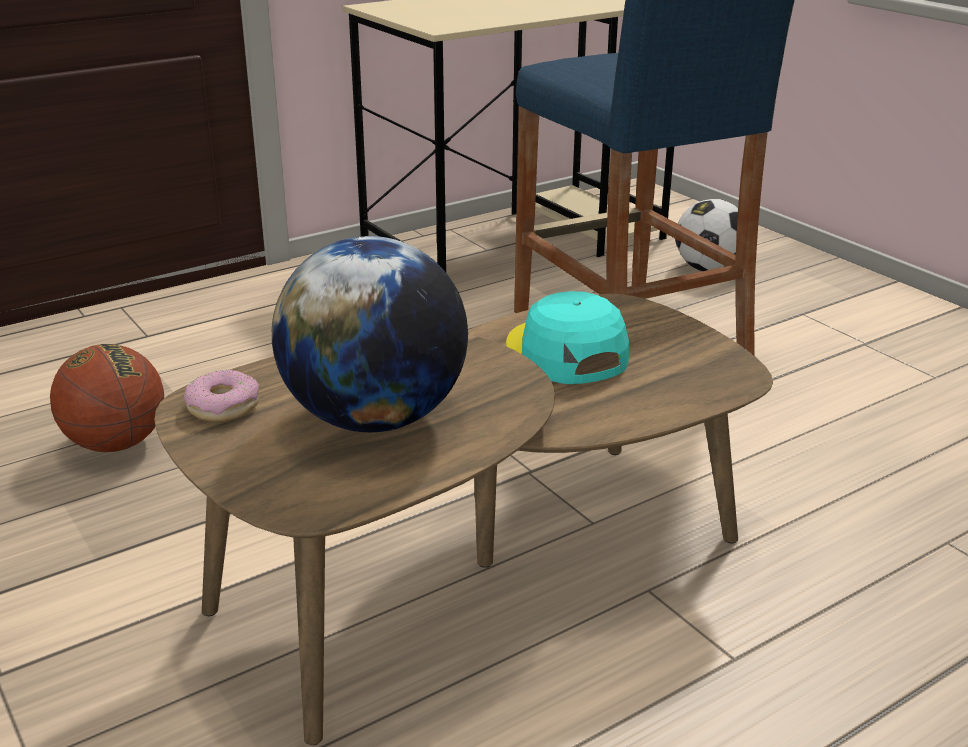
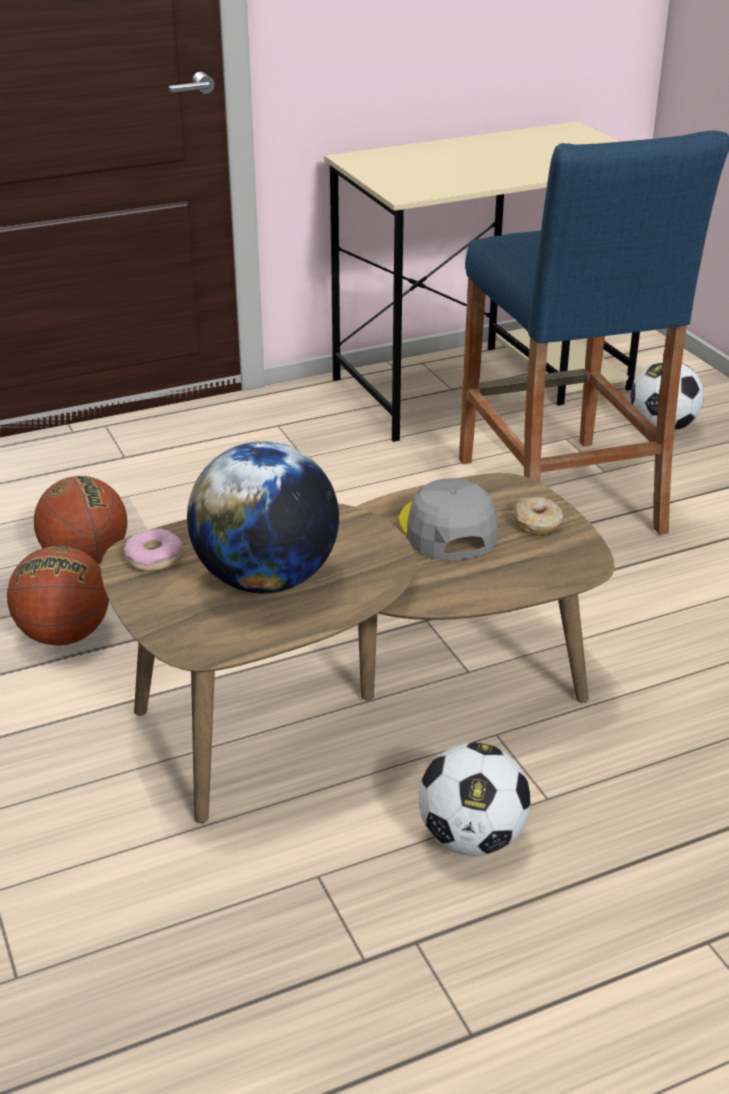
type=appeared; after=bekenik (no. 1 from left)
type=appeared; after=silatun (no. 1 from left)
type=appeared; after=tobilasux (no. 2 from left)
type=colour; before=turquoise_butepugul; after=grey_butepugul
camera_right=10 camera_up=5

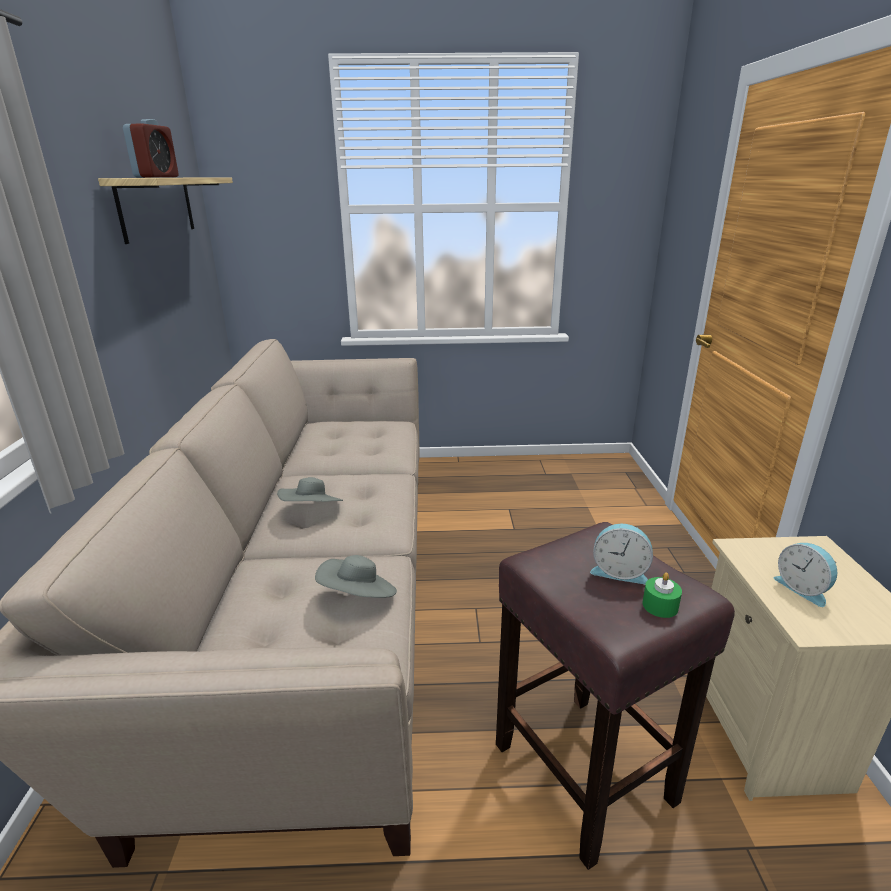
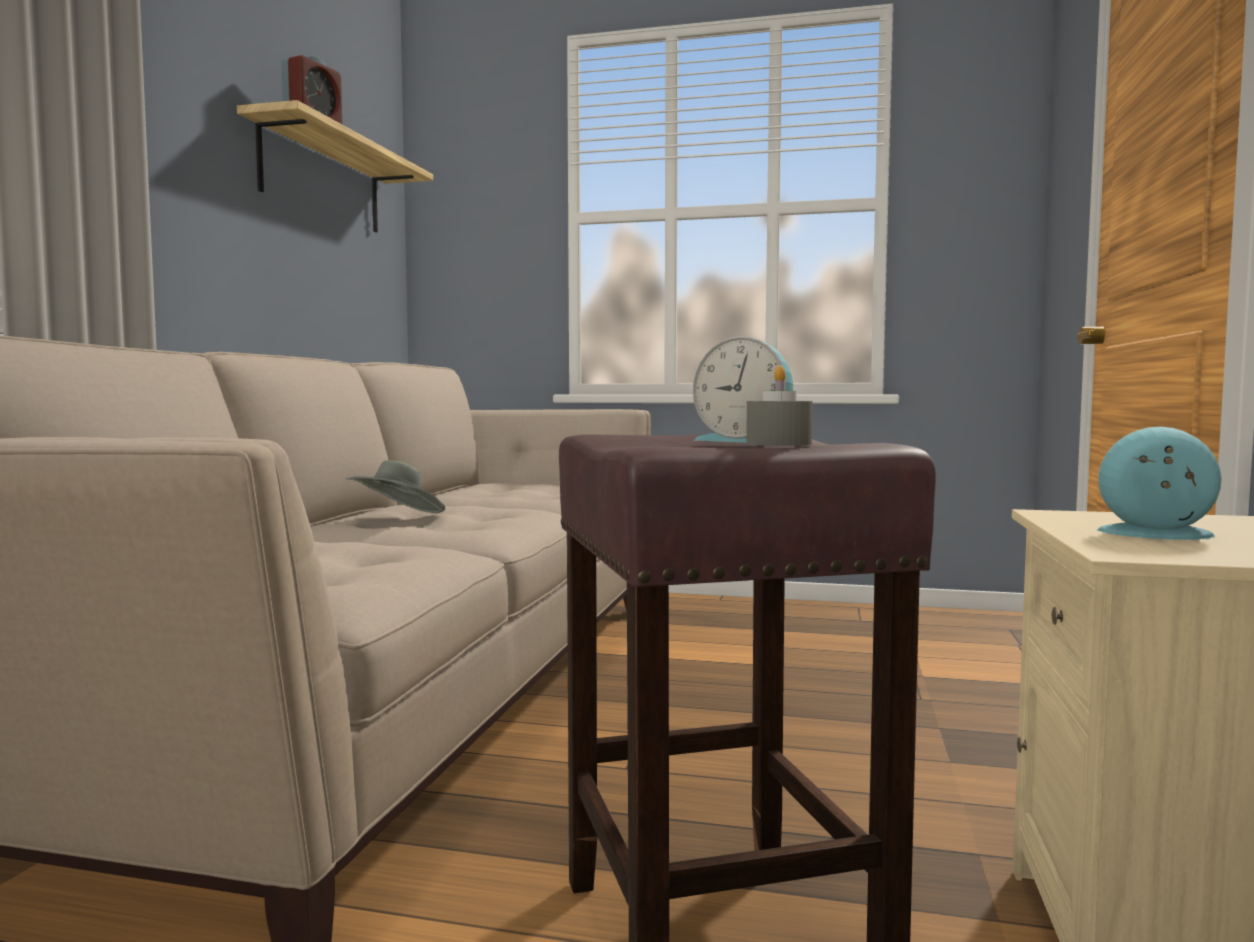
type=missing; before=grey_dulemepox (no. 2 from left)
type=colour; before=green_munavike; after=grey_munavike
type=spun; before=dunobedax (no. 3 from left); turn=120
camera_right=15 camera_up=-20

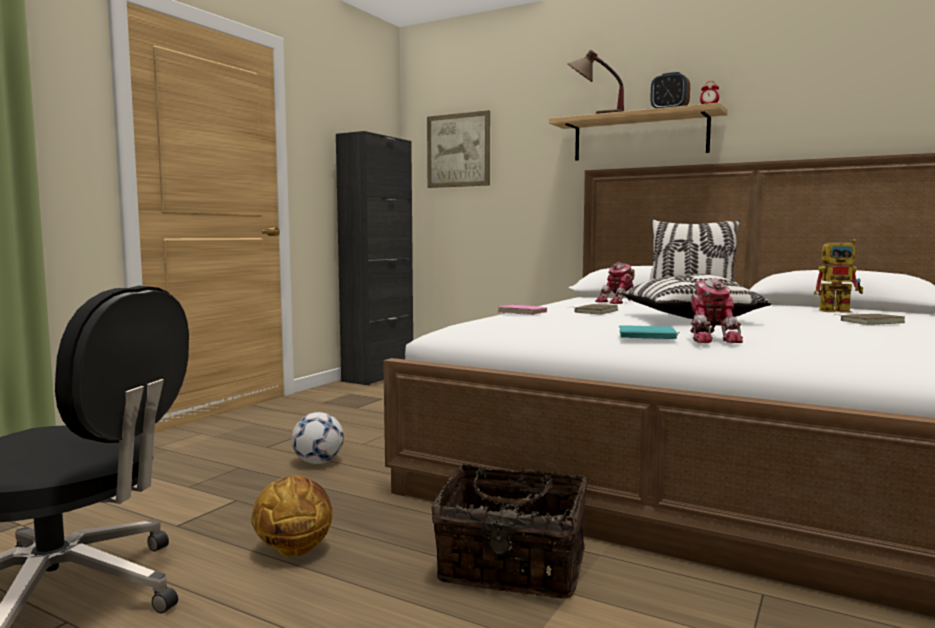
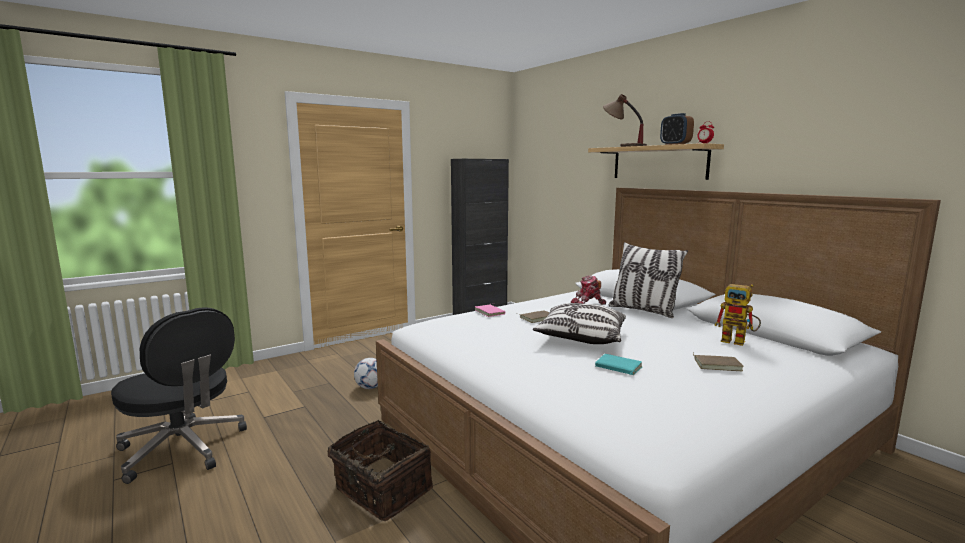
type=missing; before=bekenik
type=missing; before=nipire
type=missing; before=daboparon (no. 2 from left)
type=relocated; before=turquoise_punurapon
camera_right=25 camera_up=5

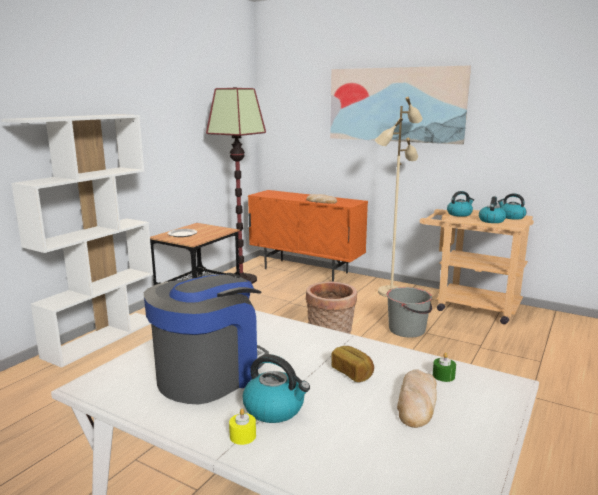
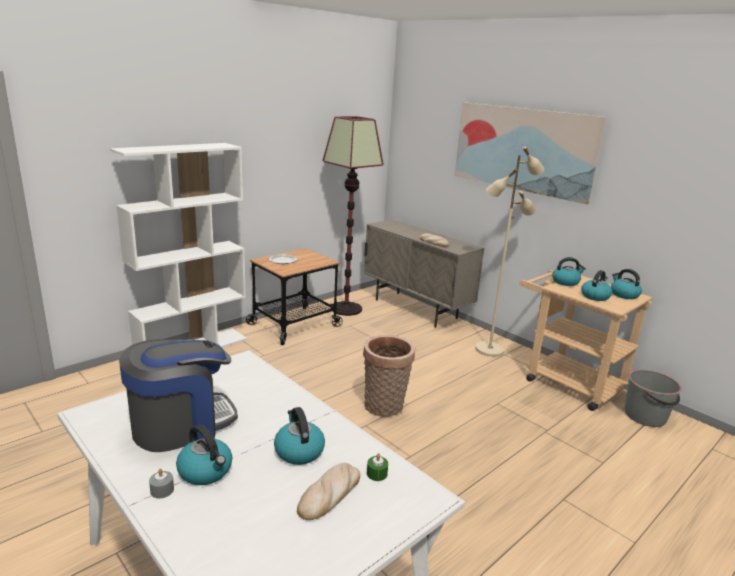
type=relocated; before=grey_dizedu
type=exchanged; before=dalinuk (no. 2 from left); after=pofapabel (no. 2 from left)
type=colour; before=yellow_munavike; after=grey_munavike
type=colour; before=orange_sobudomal; after=beige_sobudomal
camera_right=15 camera_up=5

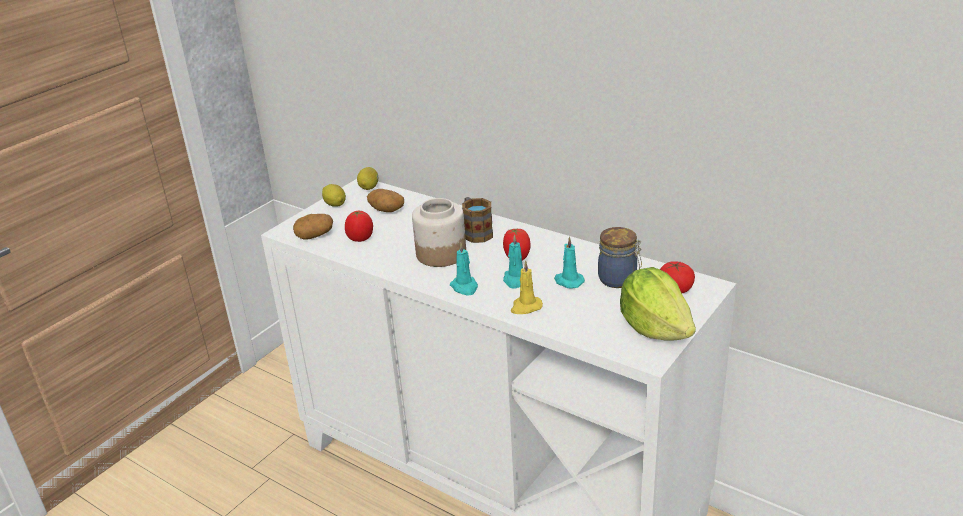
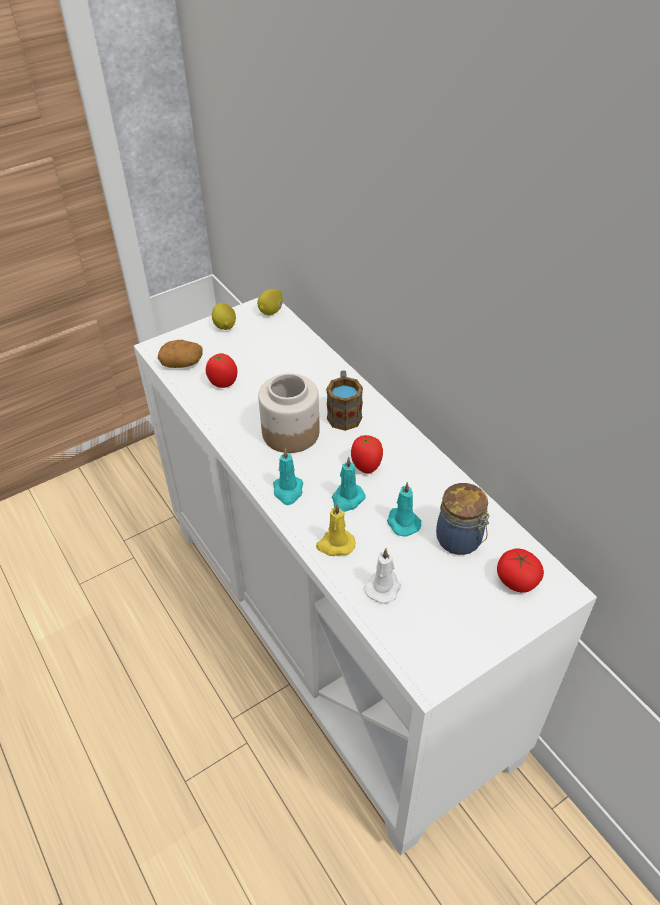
type=missing; before=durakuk (no. 2 from left)
type=missing; before=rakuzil
type=appeared; after=white_munavike
camera_right=20 camera_up=15

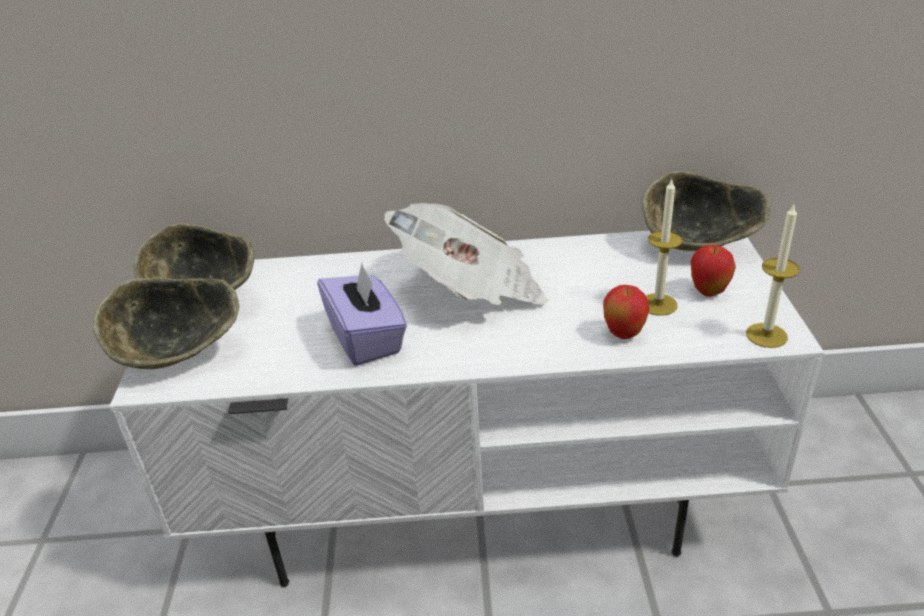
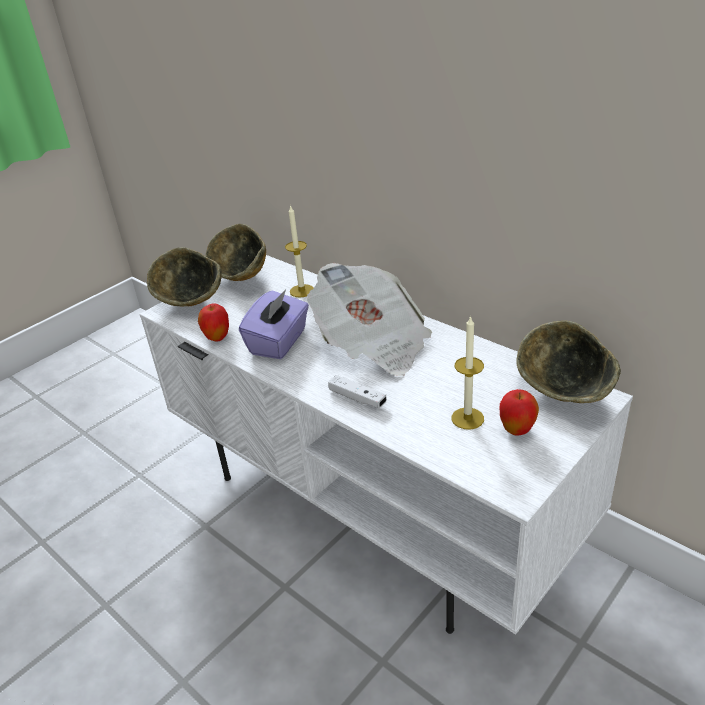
type=appeared; after=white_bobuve
type=relocated; before=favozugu (no. 1 from left)
type=relocated; before=munavike (no. 2 from left in the first image); after=munavike (no. 1 from left)
camera_right=45 camera_up=0

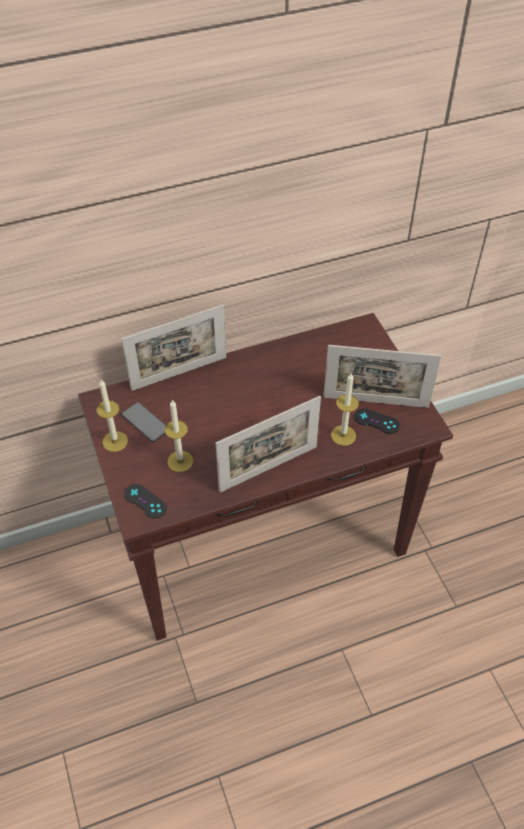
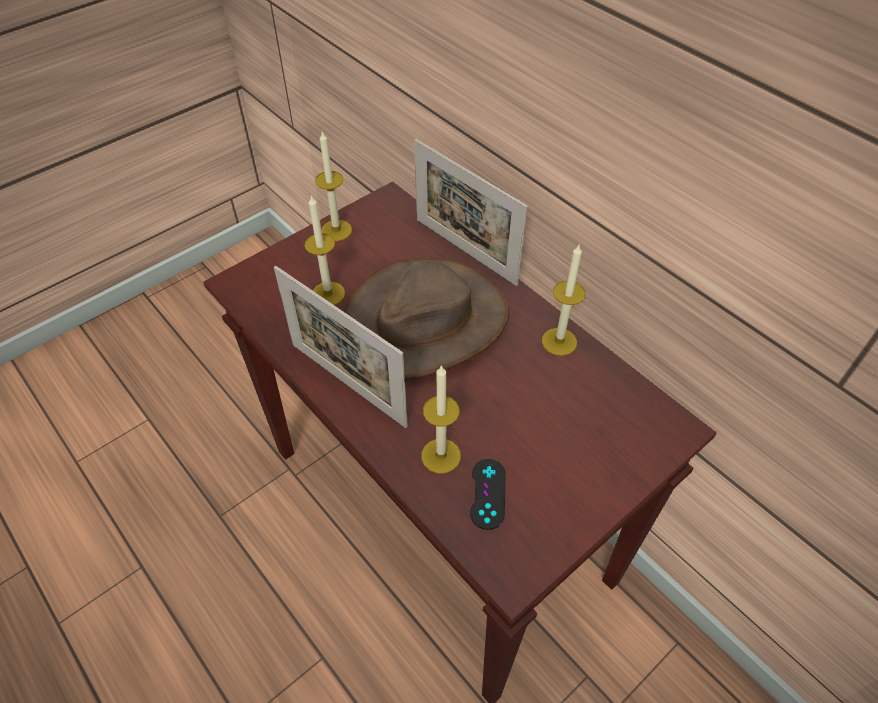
type=missing; before=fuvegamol
type=missing; before=black_bobuve (no. 1 from left)
type=missing; before=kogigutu (no. 3 from left)
type=appeared; after=brown_dulemepox
type=appeared; after=munavike (no. 4 from left)
camera_right=70 camera_up=0

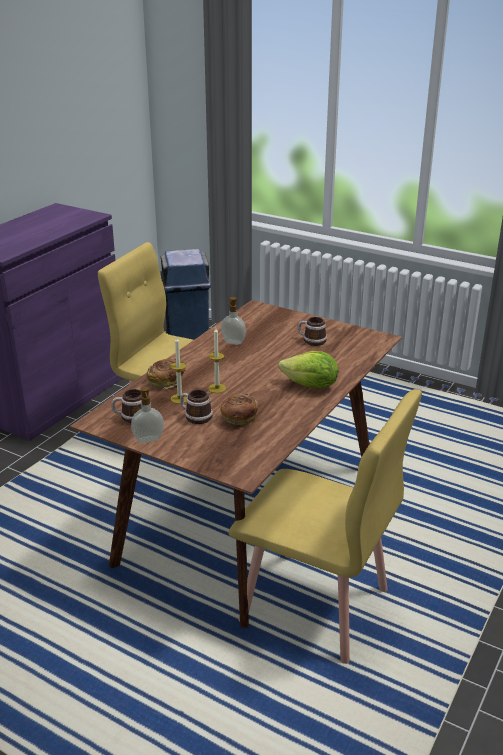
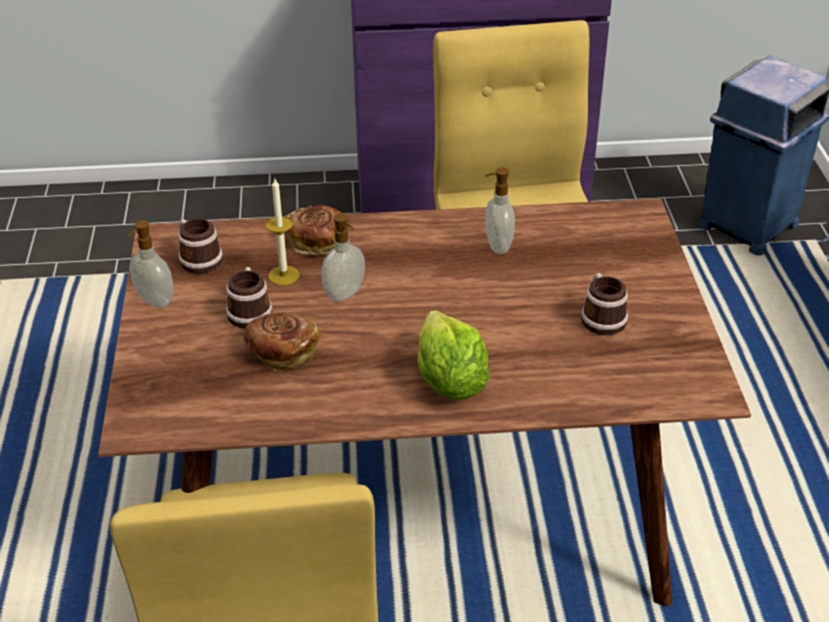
type=exchanged; before=munavike (no. 2 from left); after=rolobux (no. 2 from left)
camera_right=55 camera_up=10

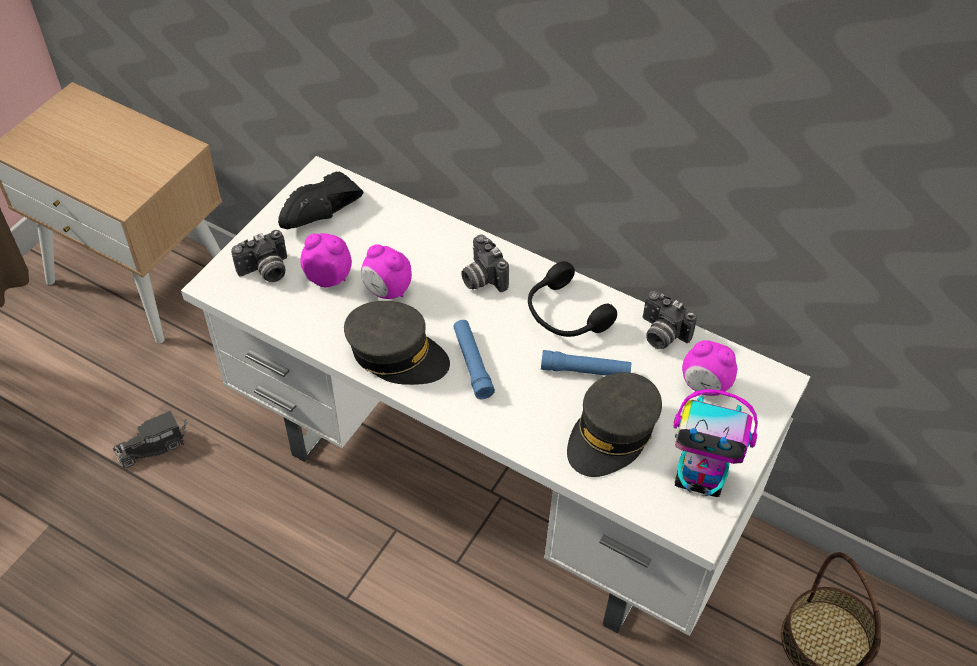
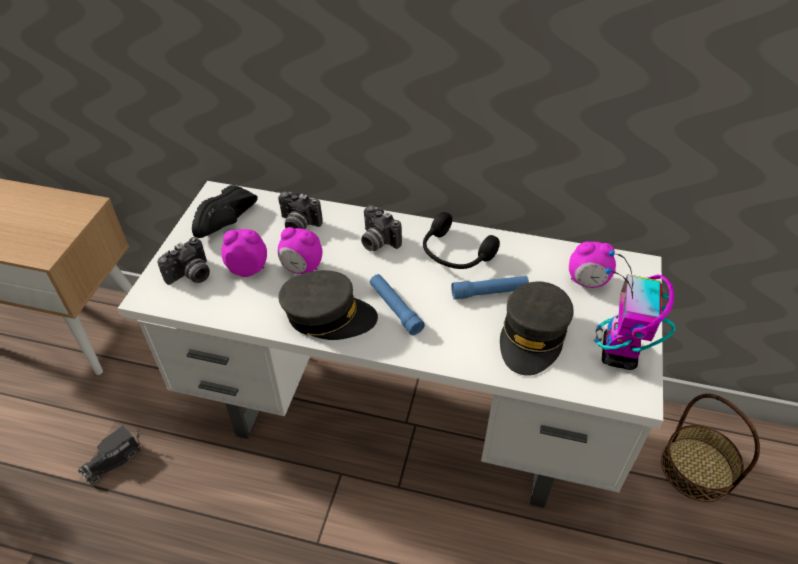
type=relocated; before=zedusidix (no. 3 from left in the first image); after=zedusidix (no. 2 from left)
type=spun; before=daboparon; turn=105
camera_right=-15 camera_up=-5

